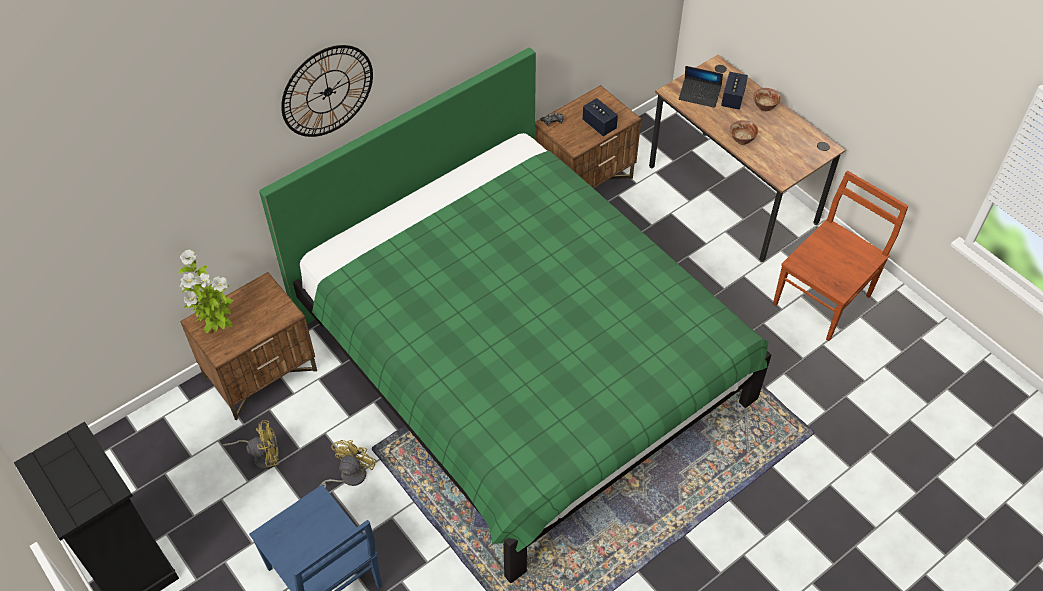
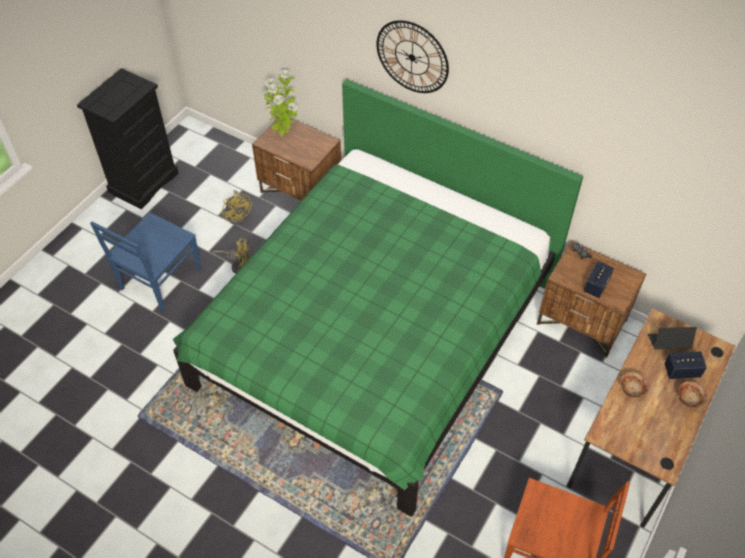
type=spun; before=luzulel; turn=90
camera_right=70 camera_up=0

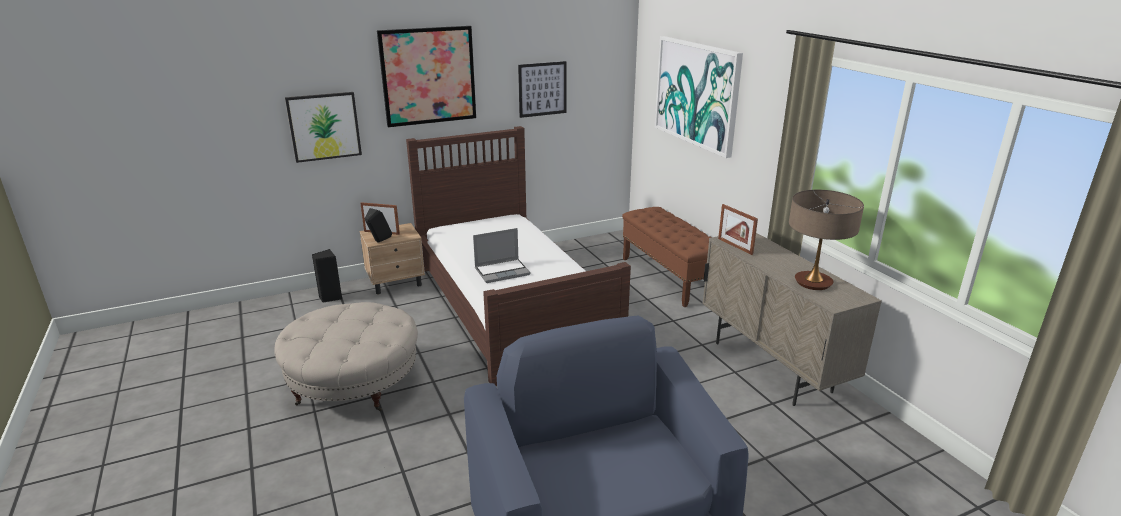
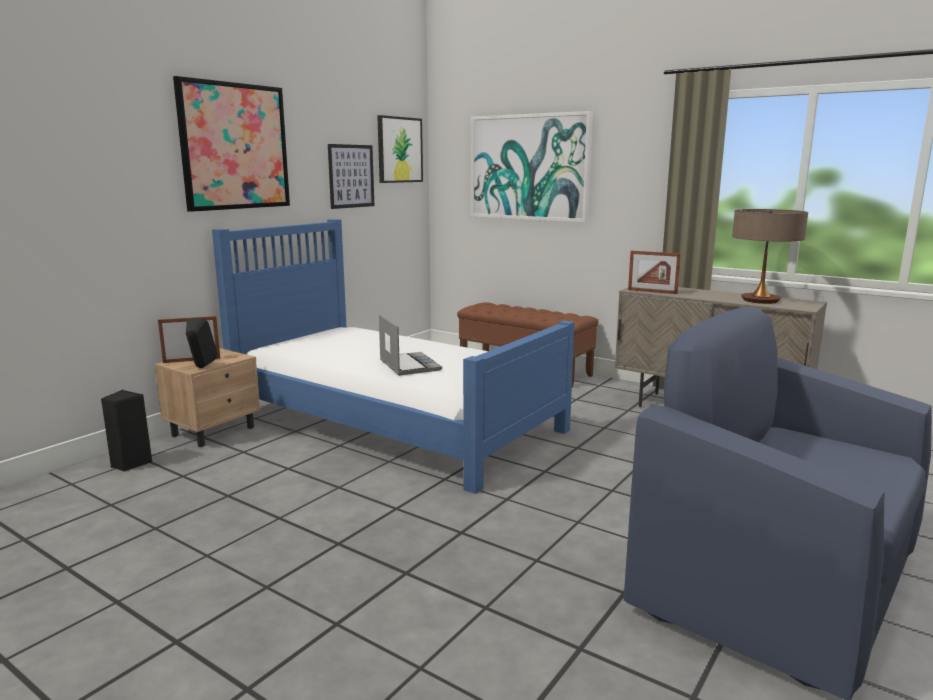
type=missing; before=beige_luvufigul
type=relocated; before=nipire (no. 1 from left in the first image); after=nipire (no. 3 from left)
type=colour; before=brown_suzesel; after=blue_suzesel
type=spun; before=luzulel; turn=-60
camera_right=-30 camera_up=-10

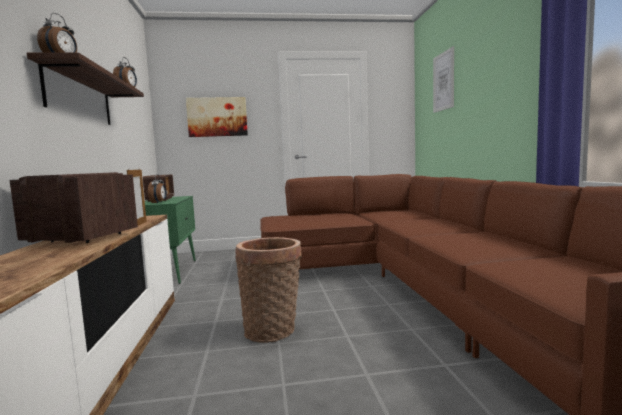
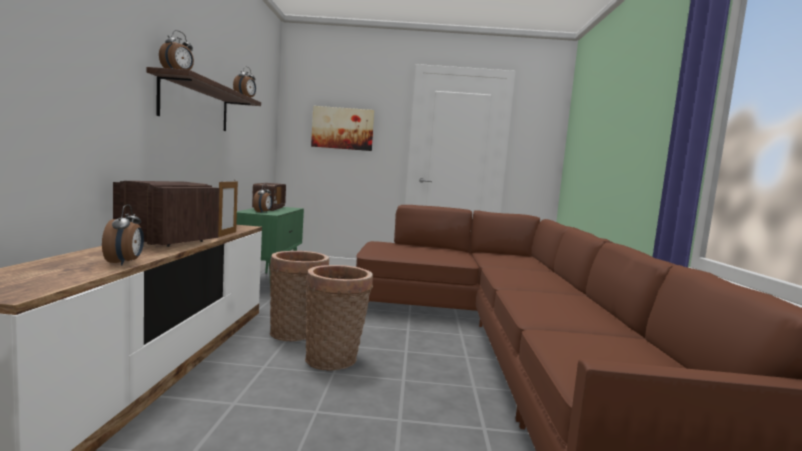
type=missing; before=nipire (no. 2 from left)
type=appeared; after=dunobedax (no. 1 from left)
type=appeared; after=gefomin (no. 1 from left)
camera_right=10 camera_up=0

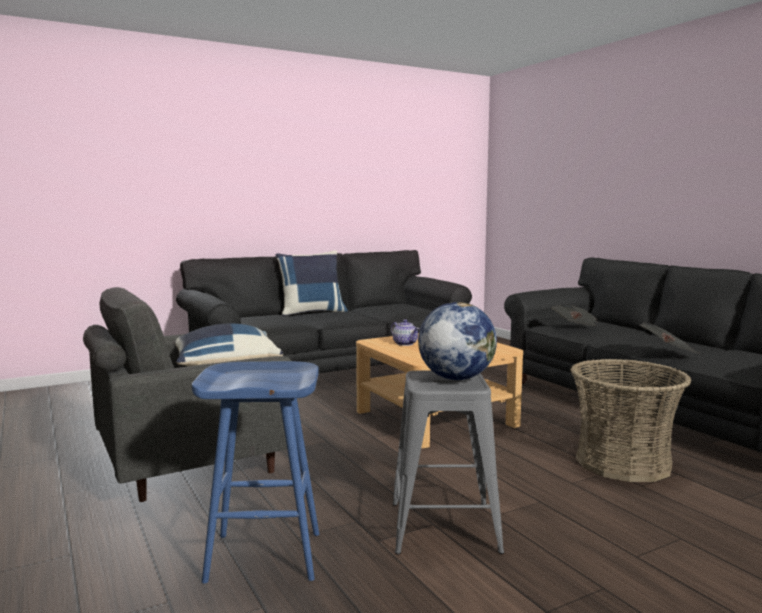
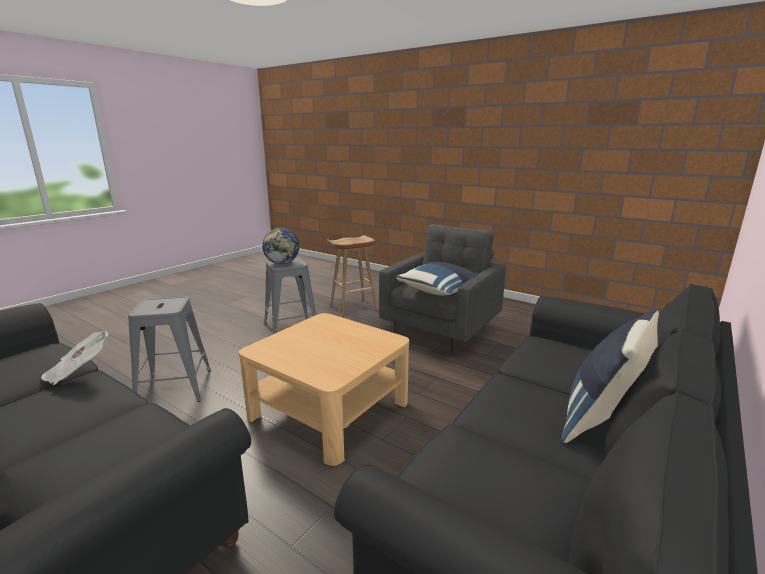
type=missing; before=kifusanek
type=missing; before=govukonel (no. 1 from left)
type=exchanged; before=gefomin; after=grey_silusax (no. 1 from left)
type=colour; before=blue_silusax; after=brown_silusax
camera_right=155 camera_up=10

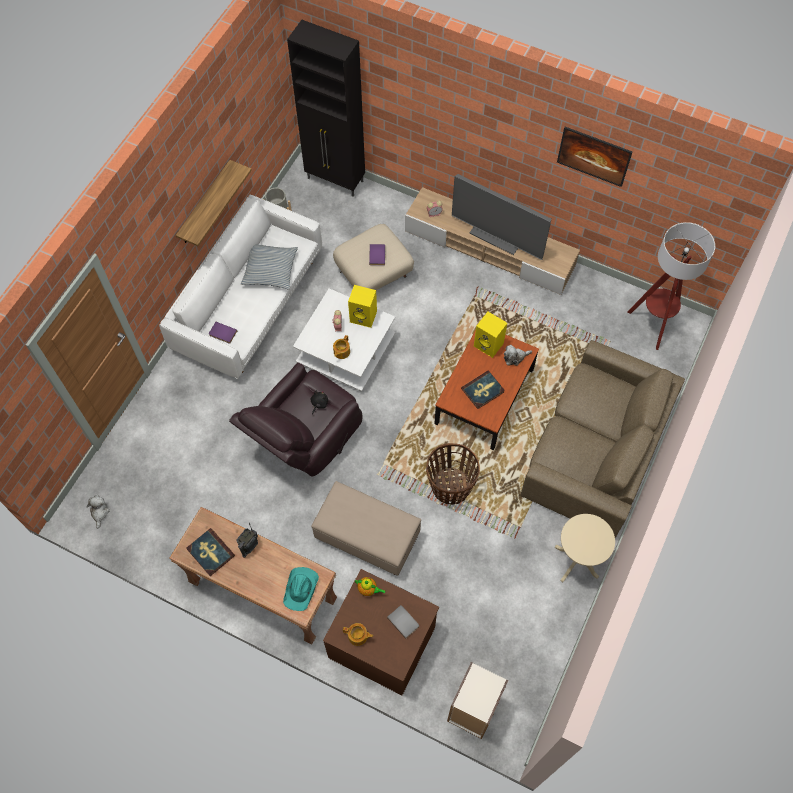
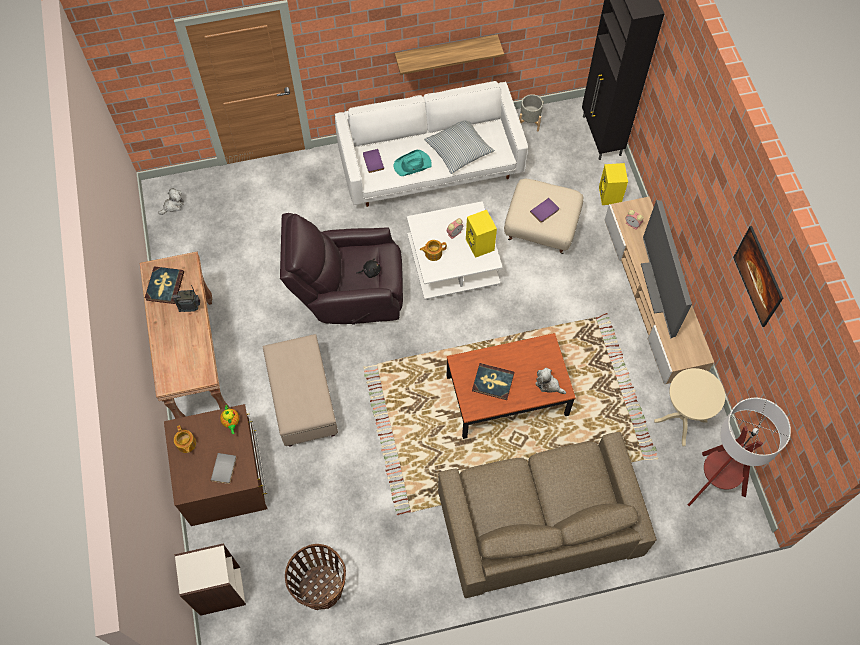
type=relocated; before=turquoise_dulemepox
type=relocated; before=gefomin
type=relocated; before=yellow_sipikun (no. 2 from left)
type=relocated; before=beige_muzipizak
camera_right=50 camera_up=0

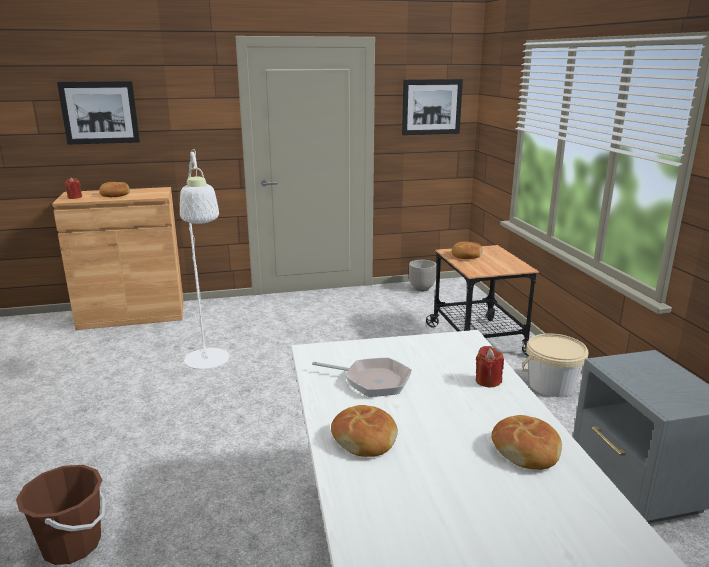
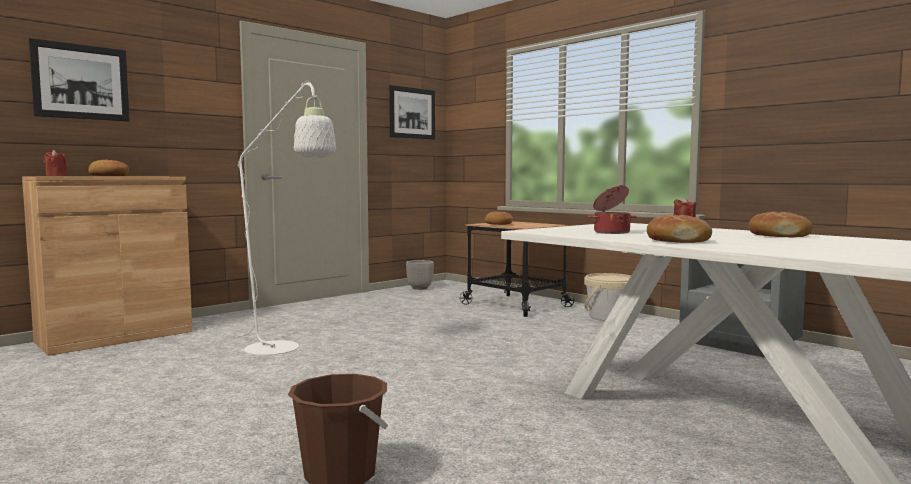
type=exchanged; before=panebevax; after=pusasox
camera_right=-30 camera_up=-15

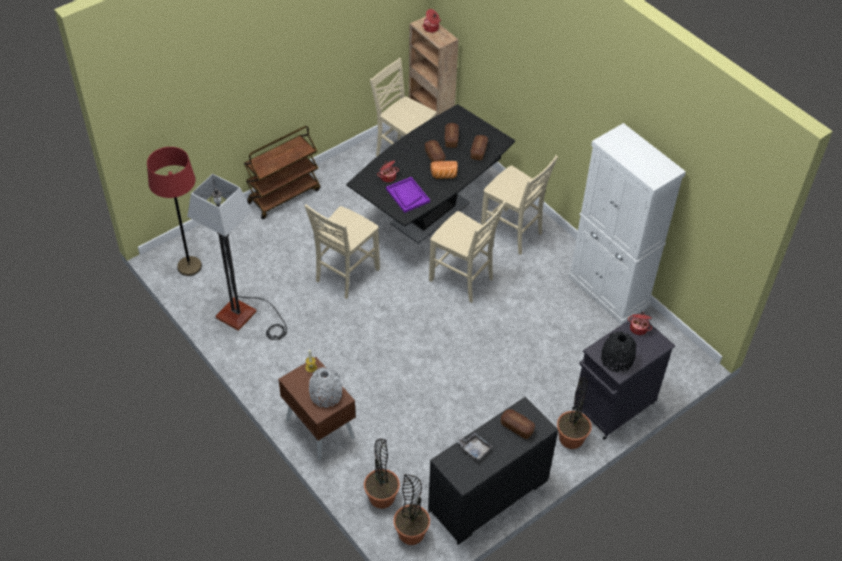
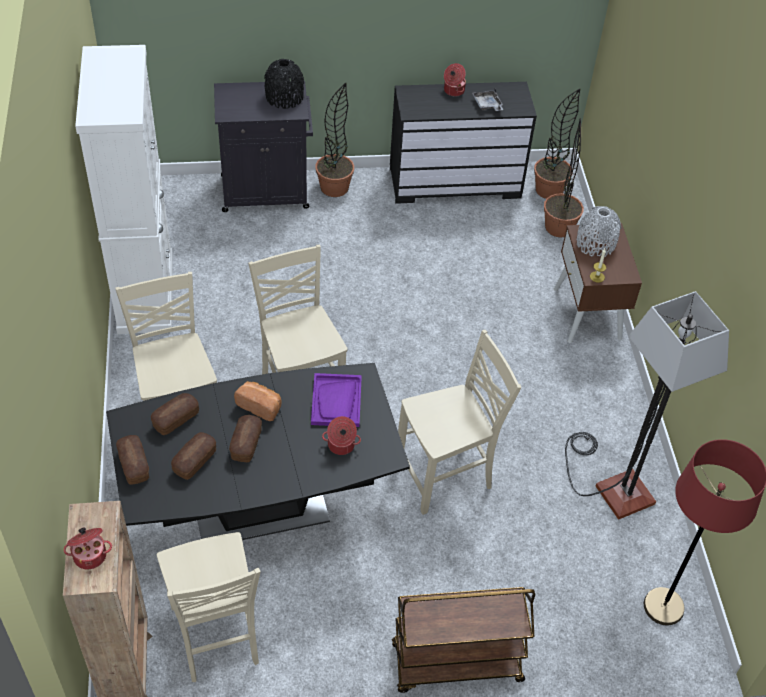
type=relocated; before=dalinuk (no. 5 from left in the first image); after=dalinuk (no. 1 from left)
type=relocated; before=pusasox (no. 3 from left)
camera_right=-150 camera_up=0

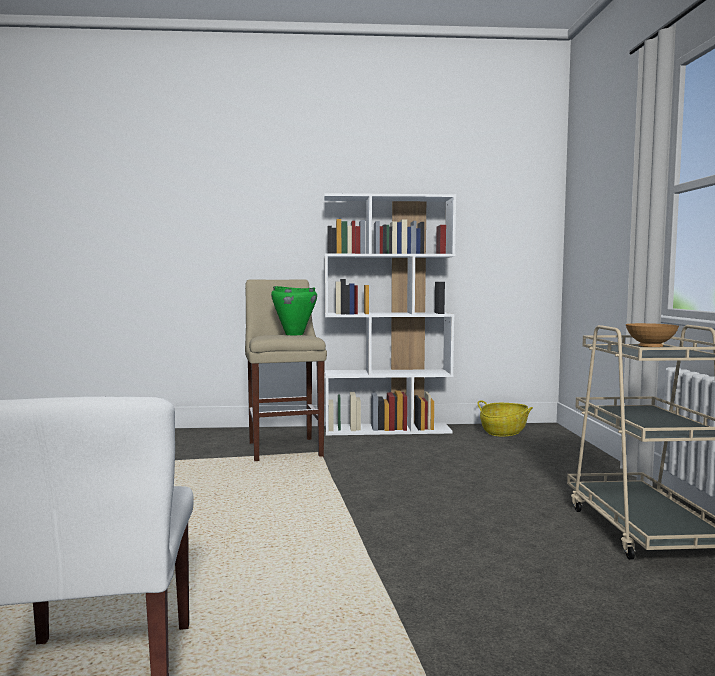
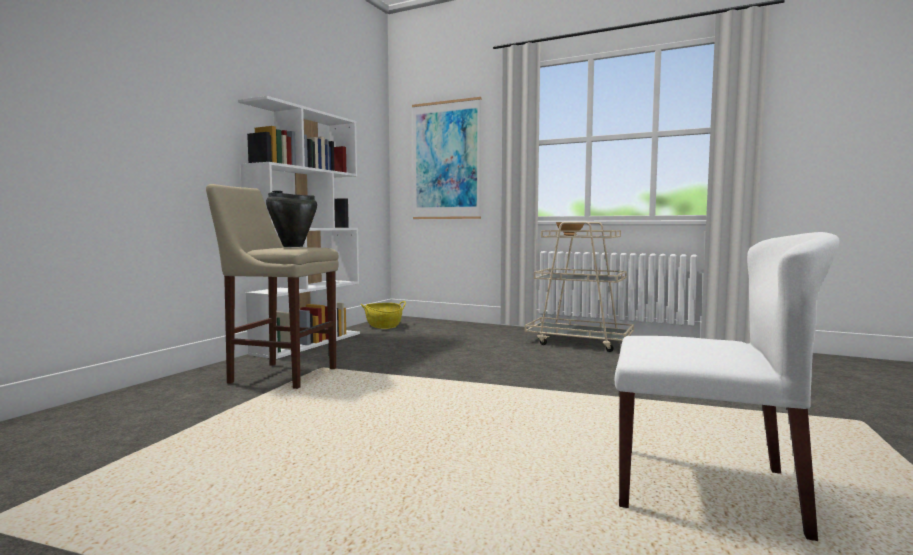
type=appeared; after=nipire
type=colour; before=green_pusasox; after=black_pusasox
camera_right=-60 camera_up=0

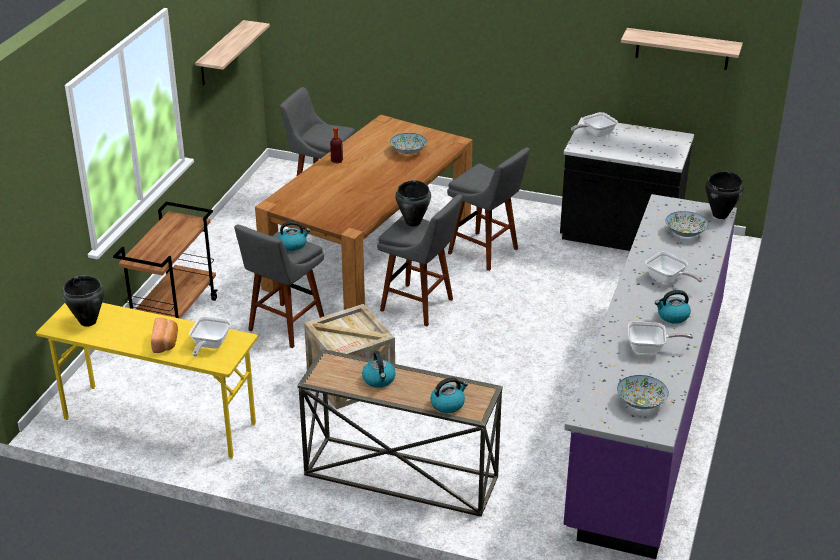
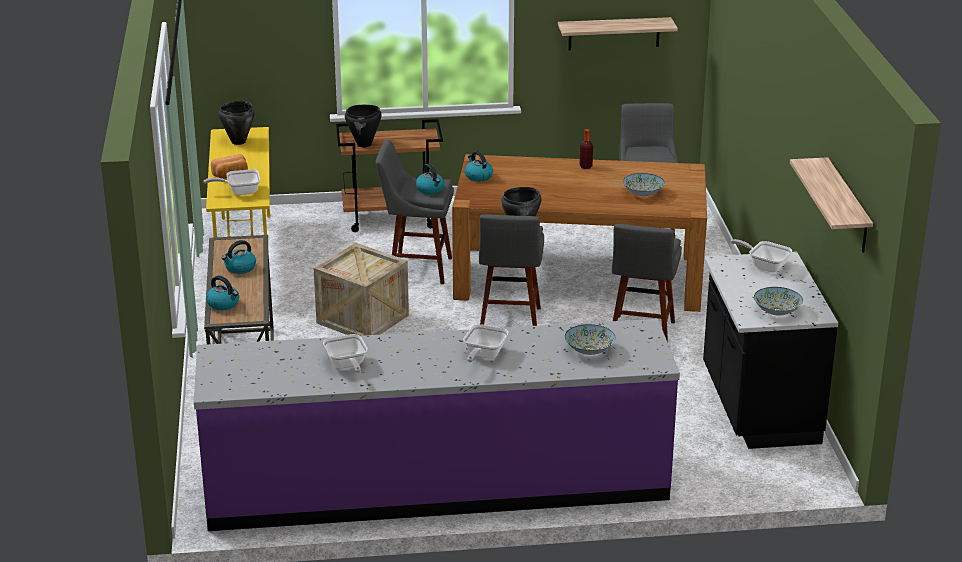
type=relocated; before=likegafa (no. 2 from left in the first image); after=likegafa (no. 3 from left)
type=relocated; before=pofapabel (no. 4 from left)
type=relocated; before=black_pusasox (no. 3 from left in the first image); after=black_pusasox (no. 2 from left)
camera_right=65 camera_up=-5

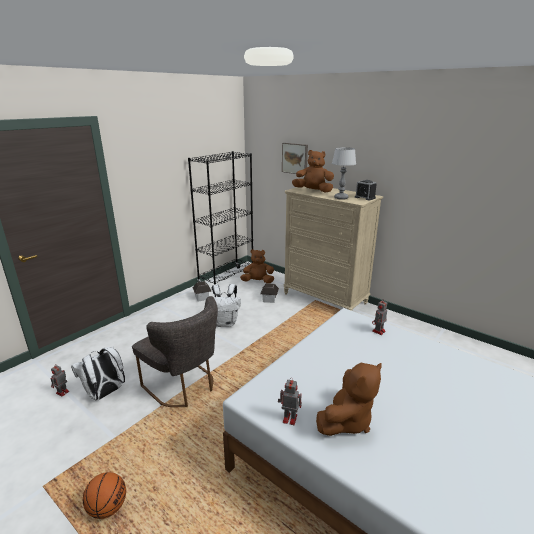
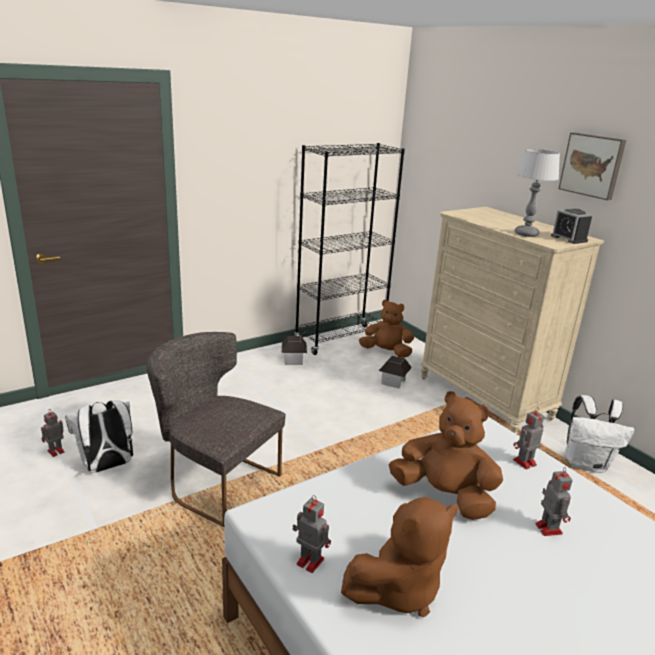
type=missing; before=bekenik
type=appeared; after=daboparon (no. 4 from left)
type=relocated; before=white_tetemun (no. 2 from left)
type=relocated; before=nipire
type=relocated; before=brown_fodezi (no. 2 from left in the first image); after=brown_fodezi (no. 3 from left)
type=spun; before=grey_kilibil; turn=150
camera_right=15 camera_up=0

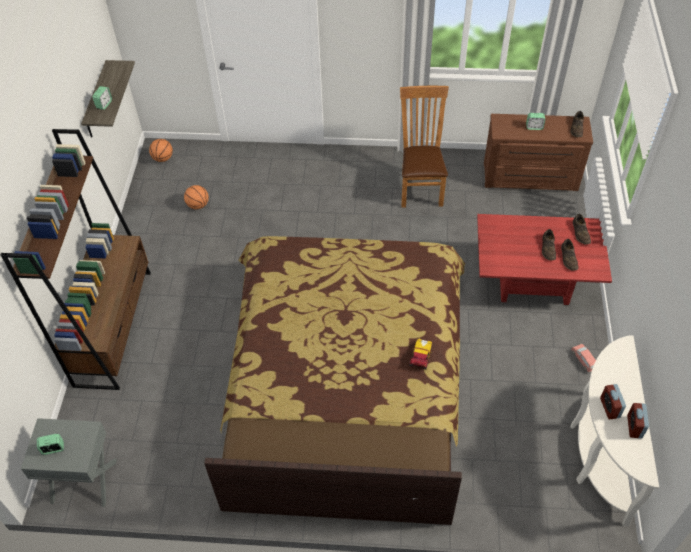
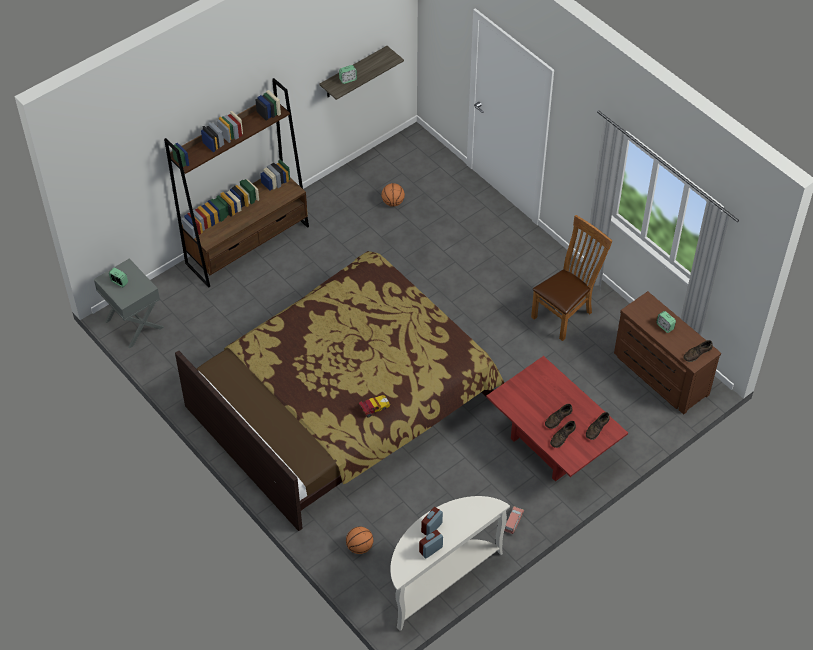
type=relocated; before=bekenik (no. 1 from left)
camera_right=45 camera_up=0

